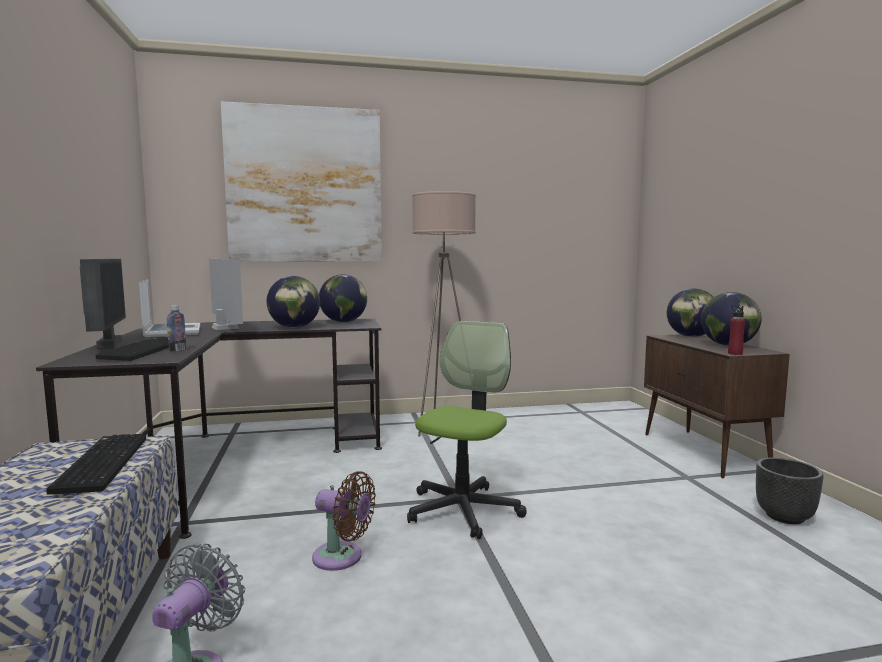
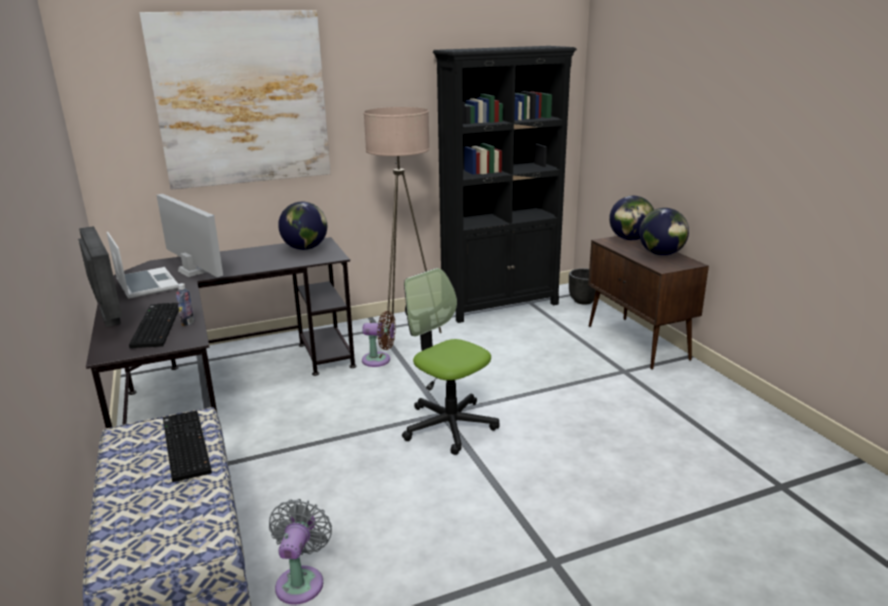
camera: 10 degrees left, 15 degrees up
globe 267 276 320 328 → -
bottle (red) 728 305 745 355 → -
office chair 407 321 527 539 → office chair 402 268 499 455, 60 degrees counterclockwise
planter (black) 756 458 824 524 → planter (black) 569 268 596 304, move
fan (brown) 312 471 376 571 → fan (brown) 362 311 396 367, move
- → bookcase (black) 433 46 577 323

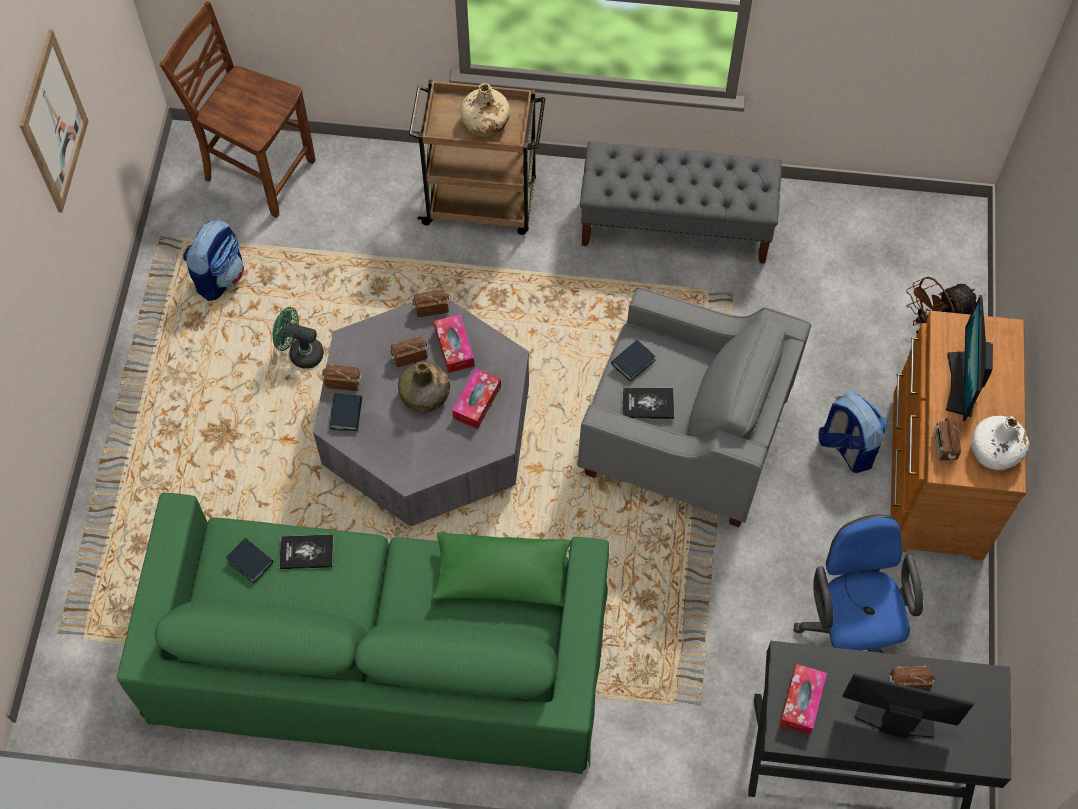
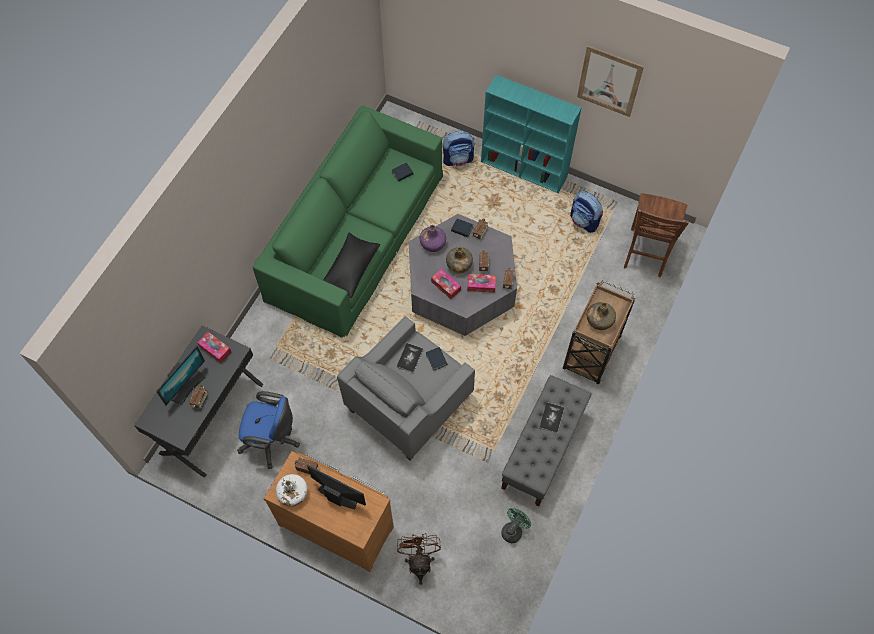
camera: 110 degrees right, 0 degrees up
chair (brown) 160 1 316 218 → chair (brown) 624 193 689 277, 150 degrees clockwise
bottle (beige) 460 83 510 137 → bottle (green) 587 302 616 330
fan (green) 273 307 324 369 → fan (green) 501 508 531 543, move
backpack 818 392 887 473 → backpack 443 131 474 166, move
pillow (green) 432 532 571 607 → pillow (black) 323 232 380 298
book 280 534 333 569 → book 539 402 564 433, move
- → bookcase (turquoise) 481 75 581 193
- → bottle (purple) 420 225 446 252

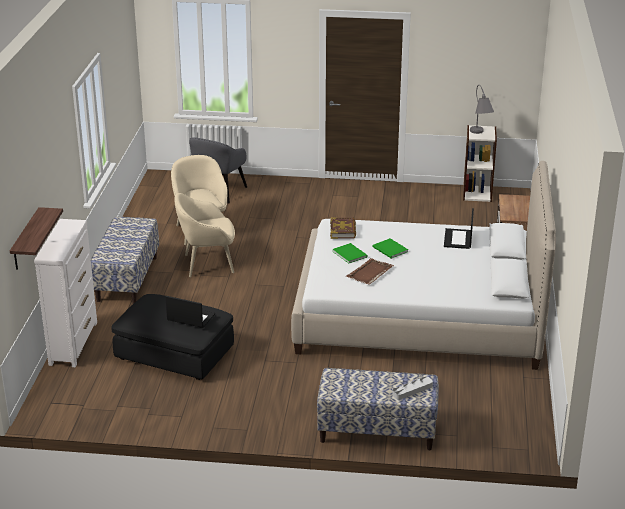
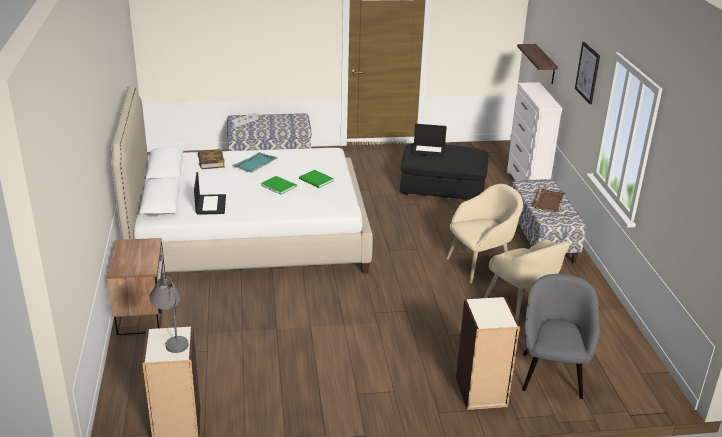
camera: 165 degrees right, 0 degrees up
book 330 218 356 239 → book 198 149 225 169, move
tray (brown) 346 258 394 285 → tray (brown) 532 188 565 213, move
- → picture 575 42 600 104
- → tray (turquoise) 232 152 277 173
- → bookcase 456 297 520 410

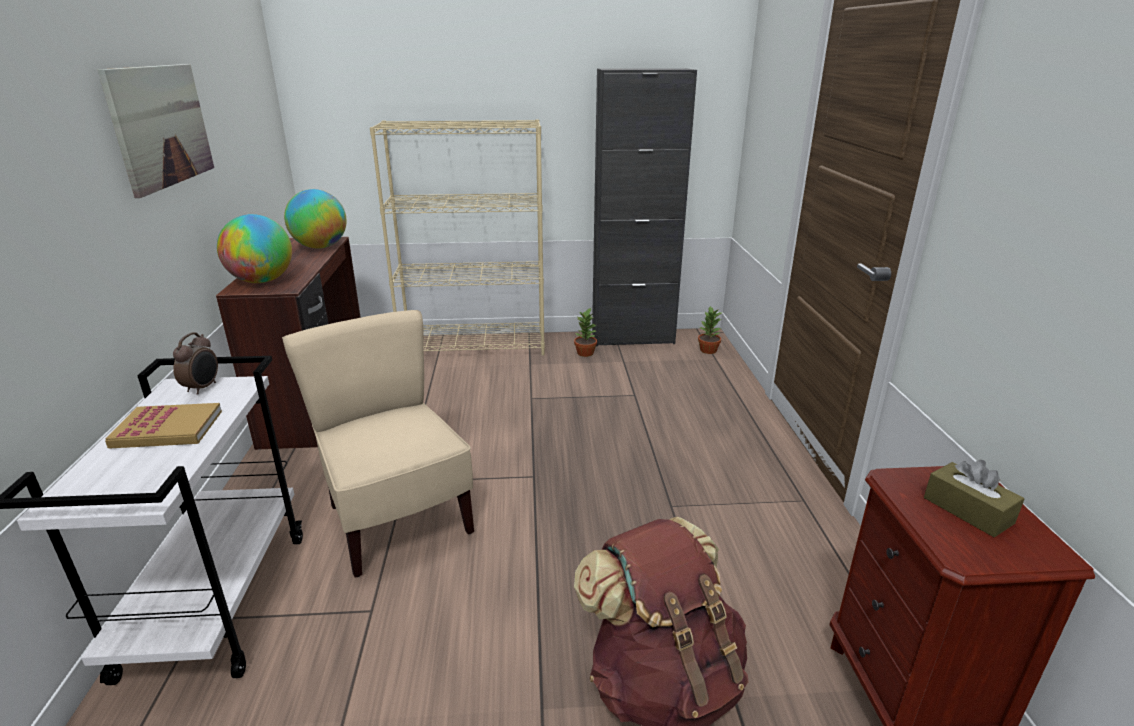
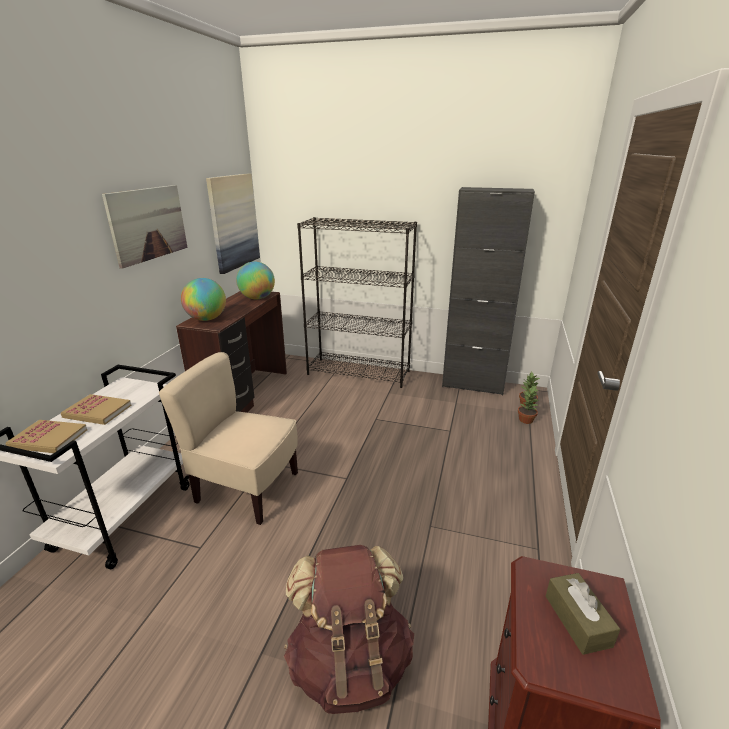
camera: 20 degrees right, 0 degrees up
bookcase (beige) 370 119 545 356 → bookcase (black) 297 217 417 388
potted plant 574 308 597 357 → potted plant 518 386 540 424, move
chair (beige) 282 310 474 578 → chair (beige) 159 352 298 525, 60 degrees counterclockwise
alarm clock 173 332 218 395 → -
- → picture 206 174 260 274
- → book 6 420 87 453

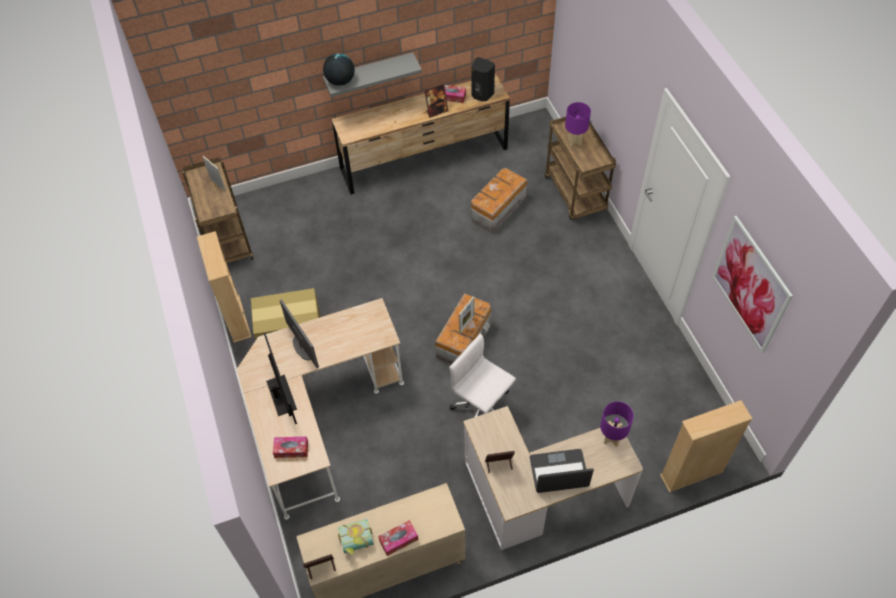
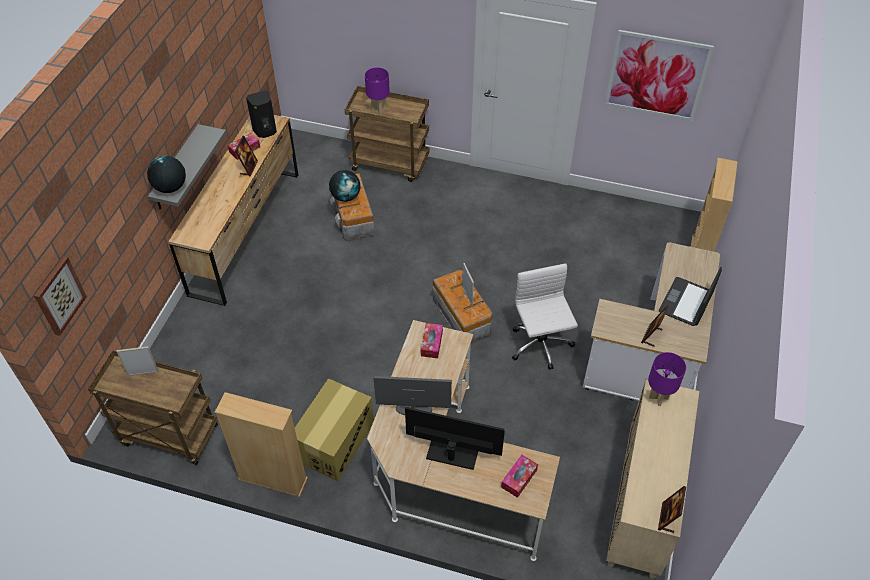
camera: 55 degrees left, 5 degrees down
office chair (white) 449 333 516 417 → office chair (white) 512 264 578 370, 90 degrees clockwise
table lamp (purple) 600 401 634 447 → table lamp (purple) 648 352 686 406, move
book 338 519 374 554 → -
tissue box 378 520 419 556 → tissue box 421 323 443 358, move
- → globe 329 170 360 202
- → picture 34 256 87 336

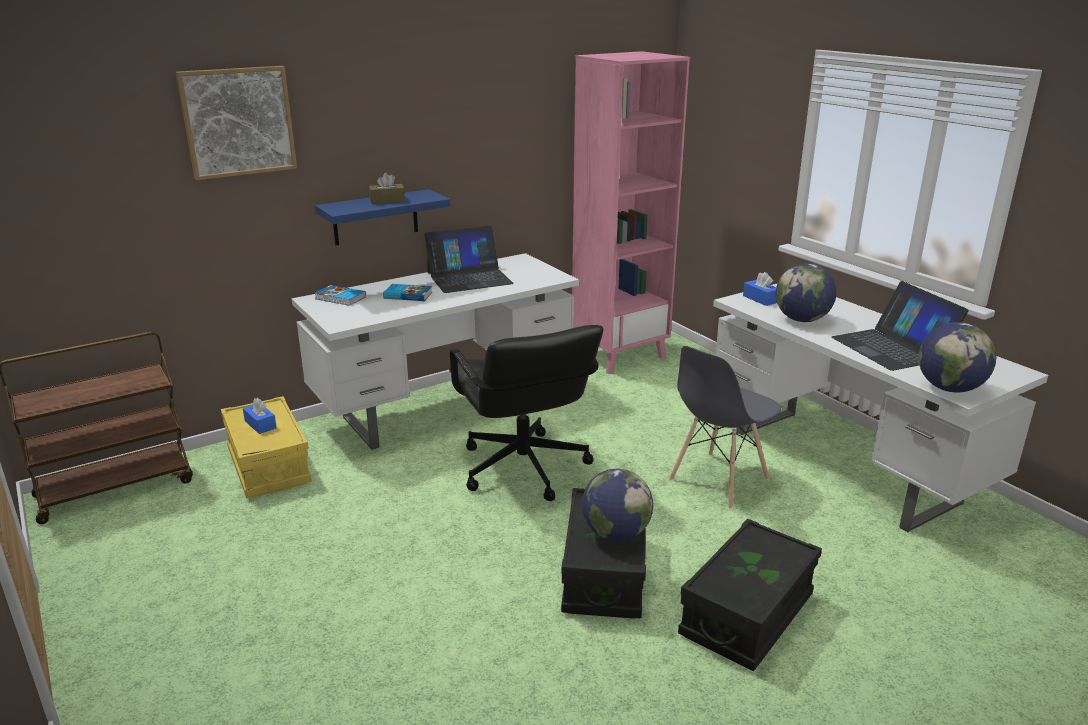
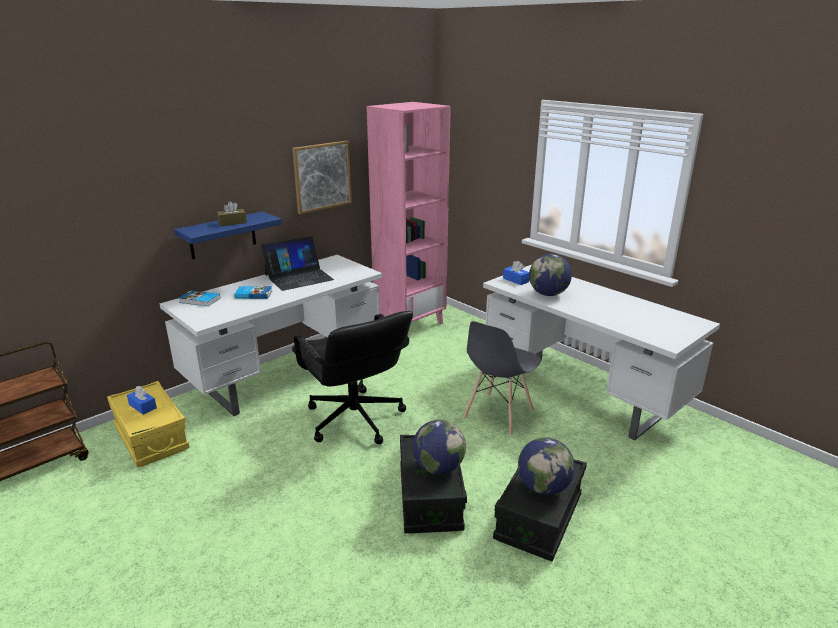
camera: 10 degrees left, 0 degrees up
picture 176 66 297 180 → picture 292 141 352 214, move
laptop 831 281 969 371 → -
globe 919 322 996 393 → globe 518 437 575 495, move

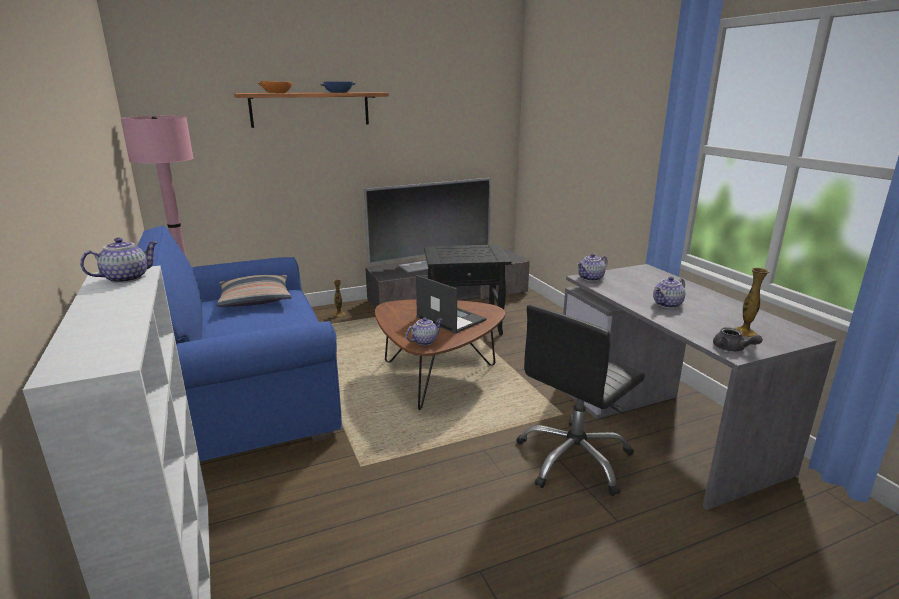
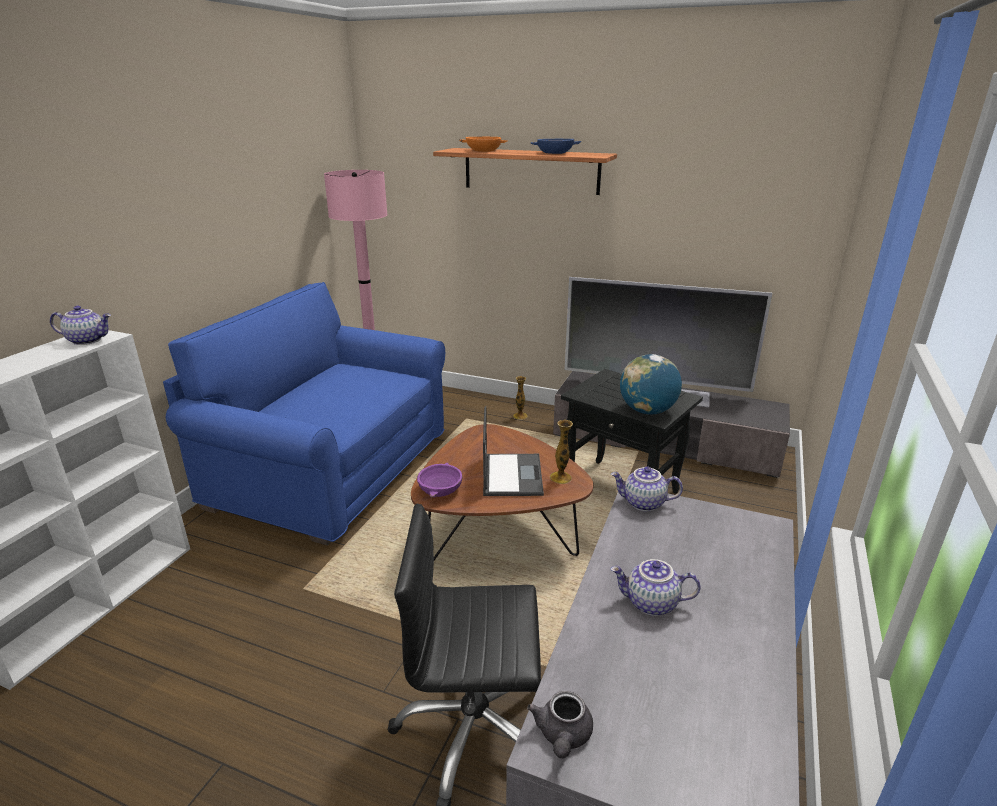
camera: 45 degrees right, 5 degrees up
vase 735 268 770 337 → vase 550 420 573 484, move
pillow 217 275 292 307 → -
teapot 406 318 443 346 → bowl (purple) 417 463 462 497
- → globe 620 354 682 414

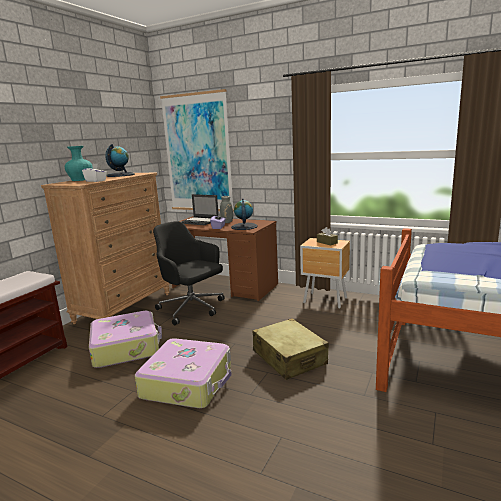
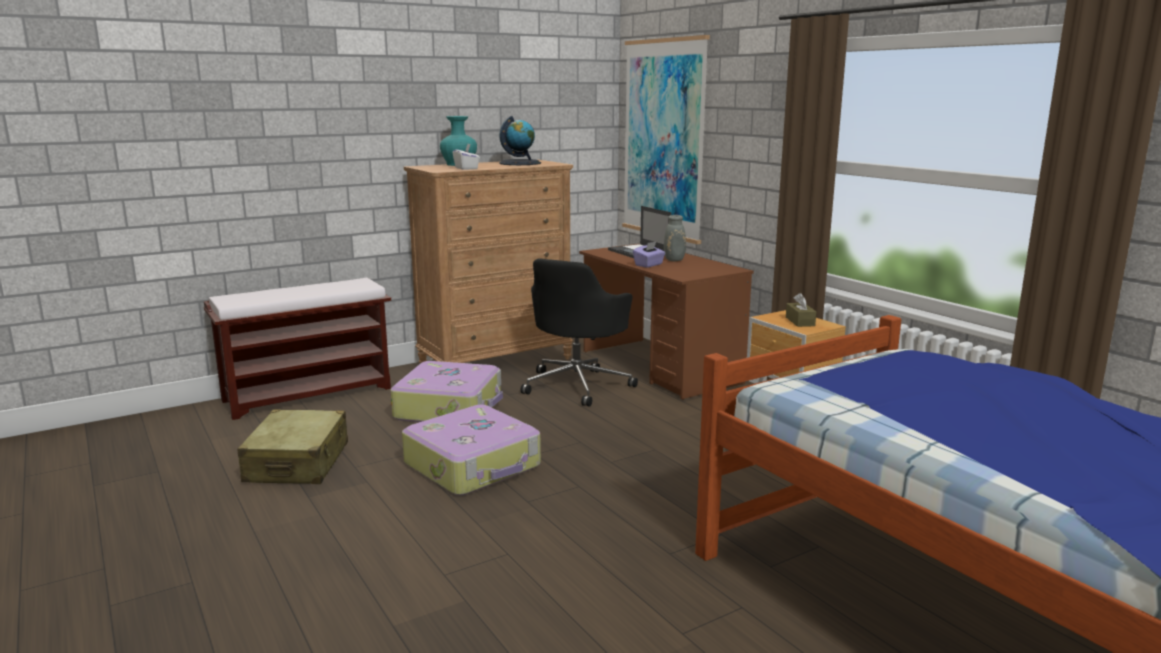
camera: 30 degrees right, 0 degrees up
globe 231 199 258 230 → -
office chair (black) 153 221 224 325 → office chair (black) 520 258 638 407, 135 degrees counterclockwise
suitcase (beige) 252 318 329 380 → suitcase (beige) 238 409 348 484, move

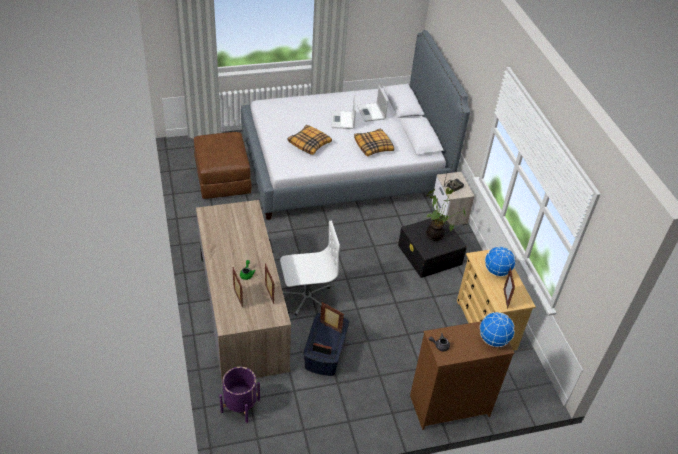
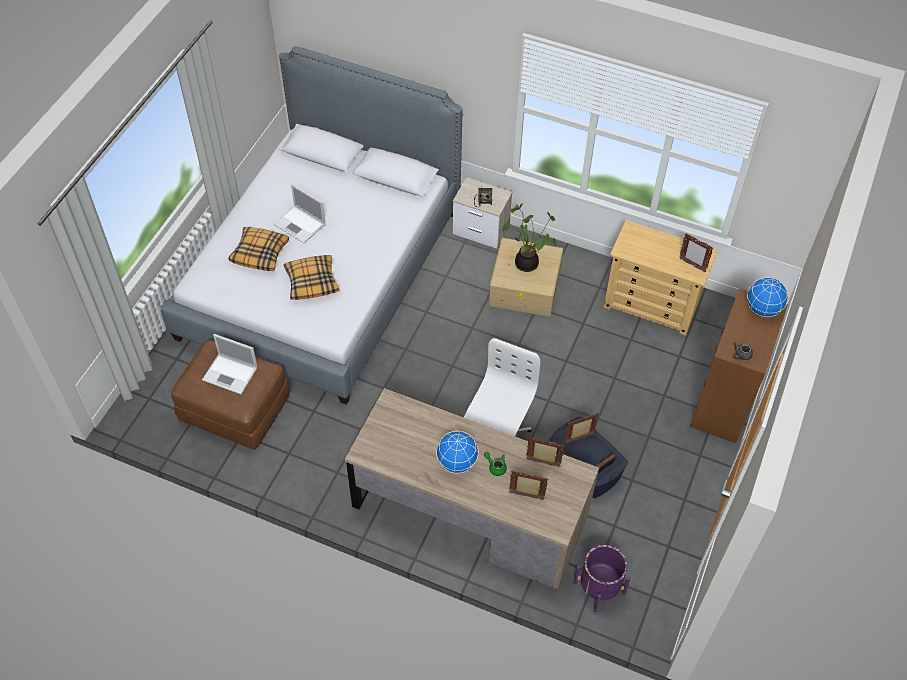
camera: 50 degrees left, 10 degrees up
laptop 357 85 388 122 → laptop 202 334 258 394, move
pillow 354 129 394 156 → pillow 228 227 289 271, move
storage box (black) 398 215 467 278 → storage box (beige) 489 238 563 317
globe 485 247 516 276 → globe 436 431 479 474, move

